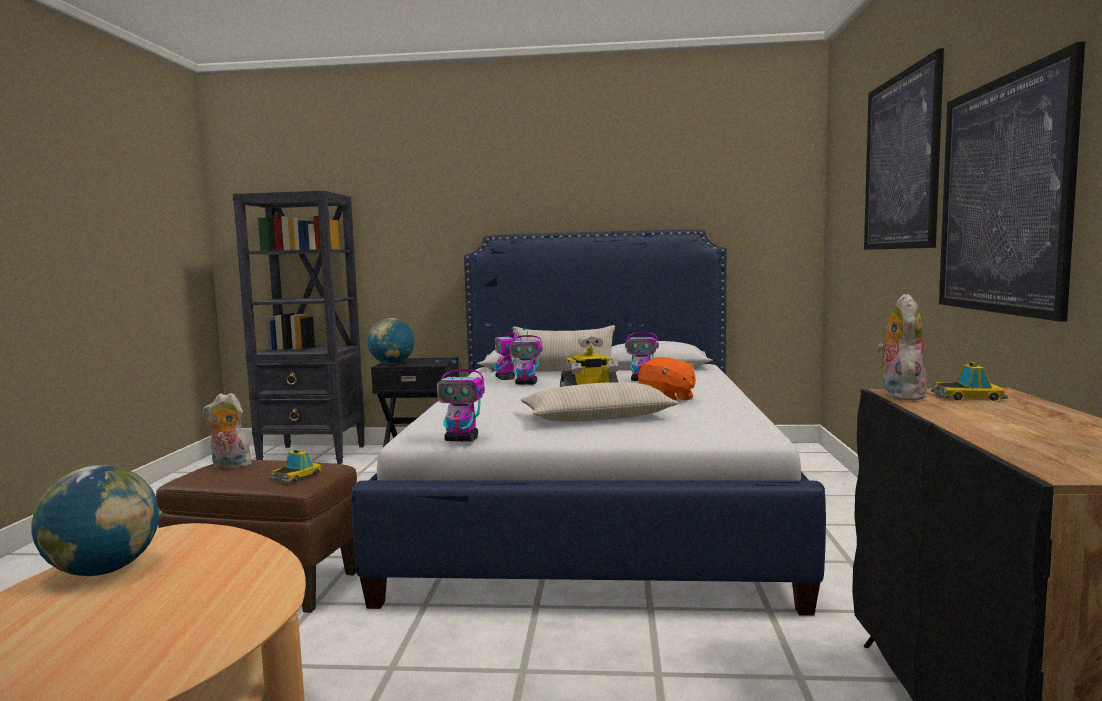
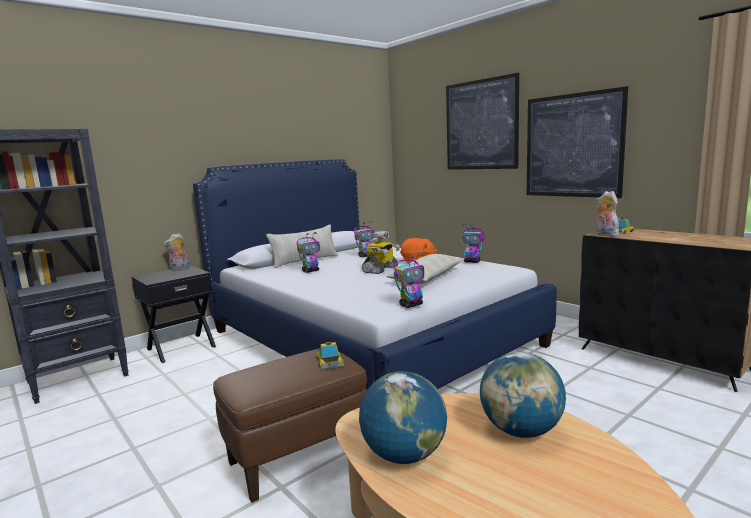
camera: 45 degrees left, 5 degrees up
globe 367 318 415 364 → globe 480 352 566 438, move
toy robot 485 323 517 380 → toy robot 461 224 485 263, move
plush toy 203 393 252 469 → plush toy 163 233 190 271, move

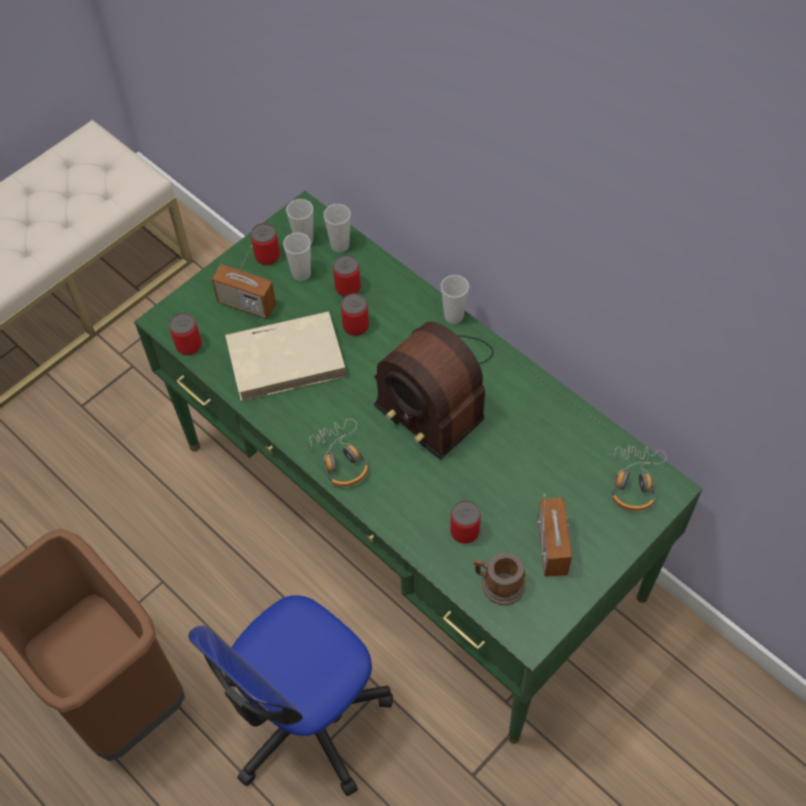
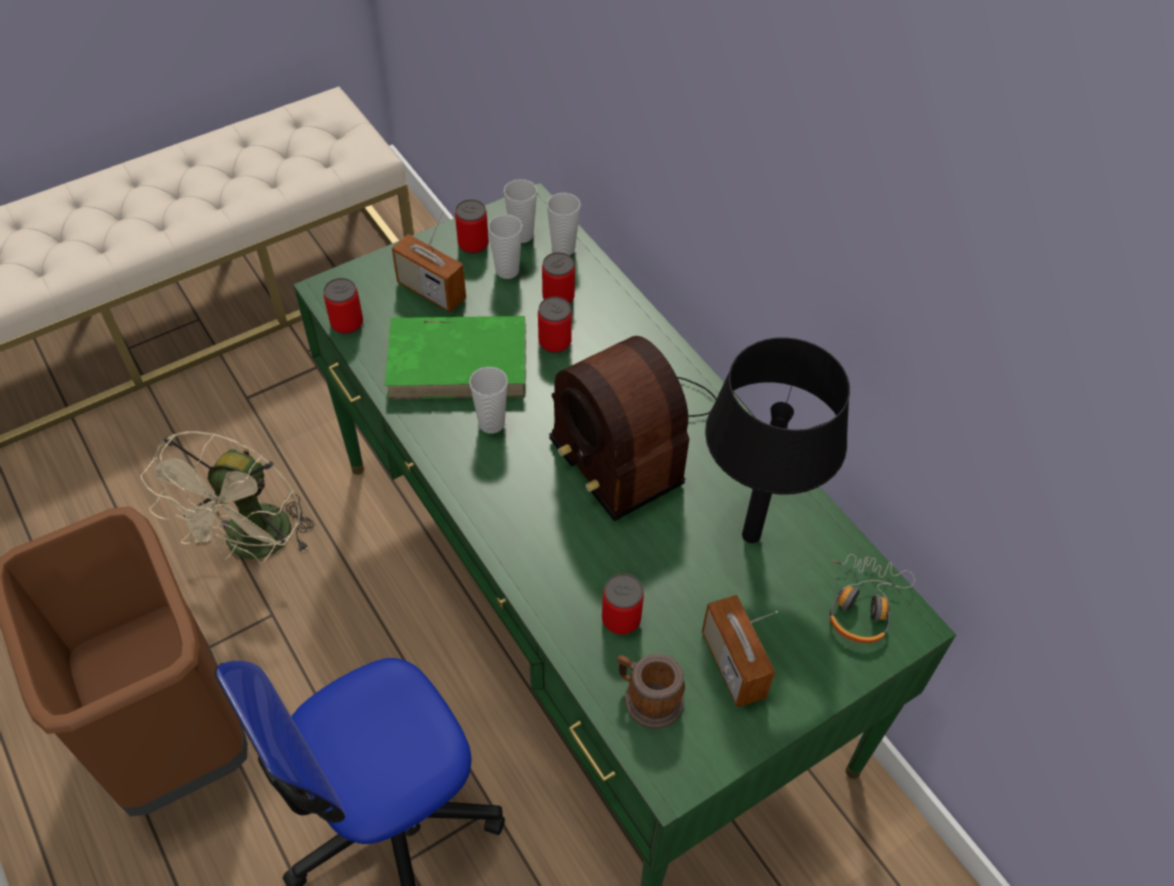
camera: 10 degrees right, 5 degrees down
cup 441 275 469 324 → cup 469 367 508 434, move
book (beige) 225 311 346 402 → book (green) 385 316 526 400
headphones 304 419 368 486 → -
radio 537 494 572 577 → radio 702 595 778 708, 150 degrees clockwise
- → table lamp (black) 705 337 850 543
- → fan (beige) 141 431 314 563

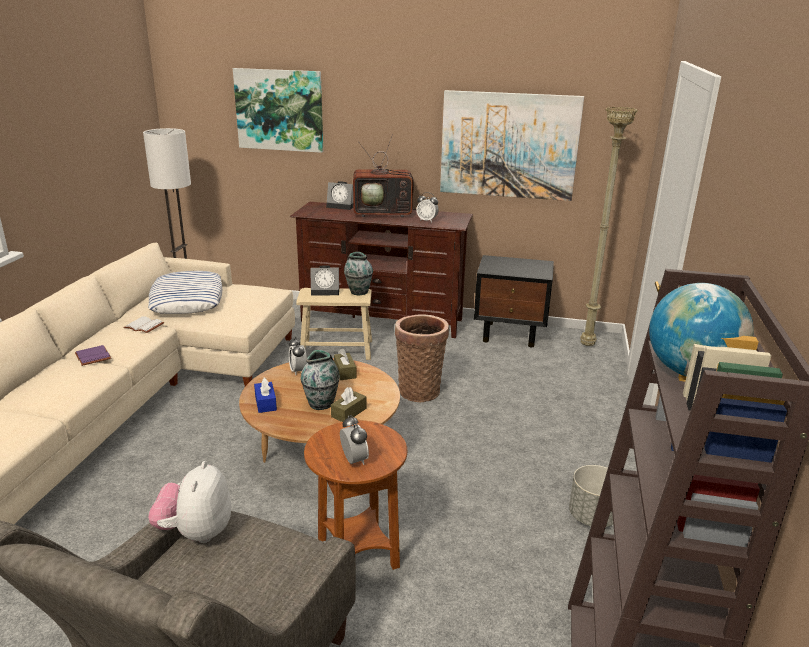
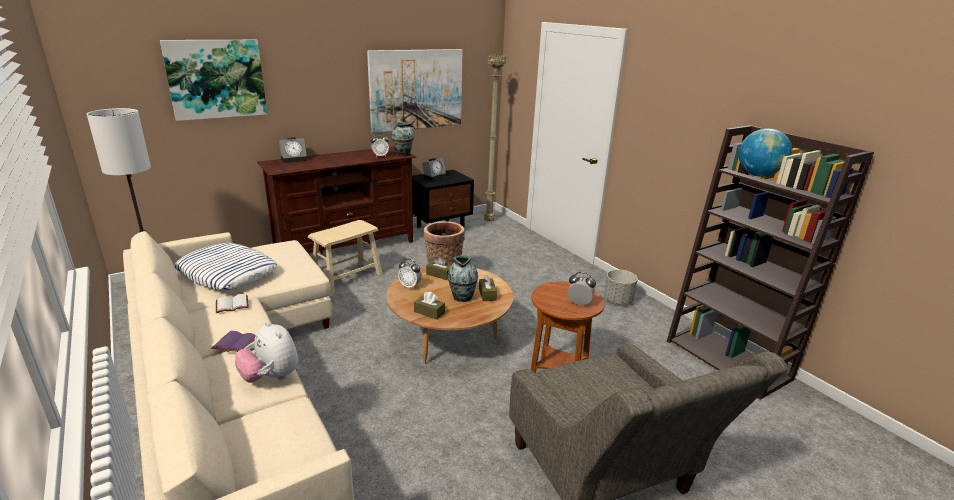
camera: 45 degrees left, 0 degrees up
television 353 134 417 217 → -
vase 344 252 373 295 → vase 391 122 414 156, move
alarm clock 310 266 339 296 → alarm clock 422 158 447 181, move
tissue box (blue) 254 378 277 413 → tissue box (brown) 414 291 445 320
plush toy 148 461 231 543 → plush toy 235 321 299 383, move

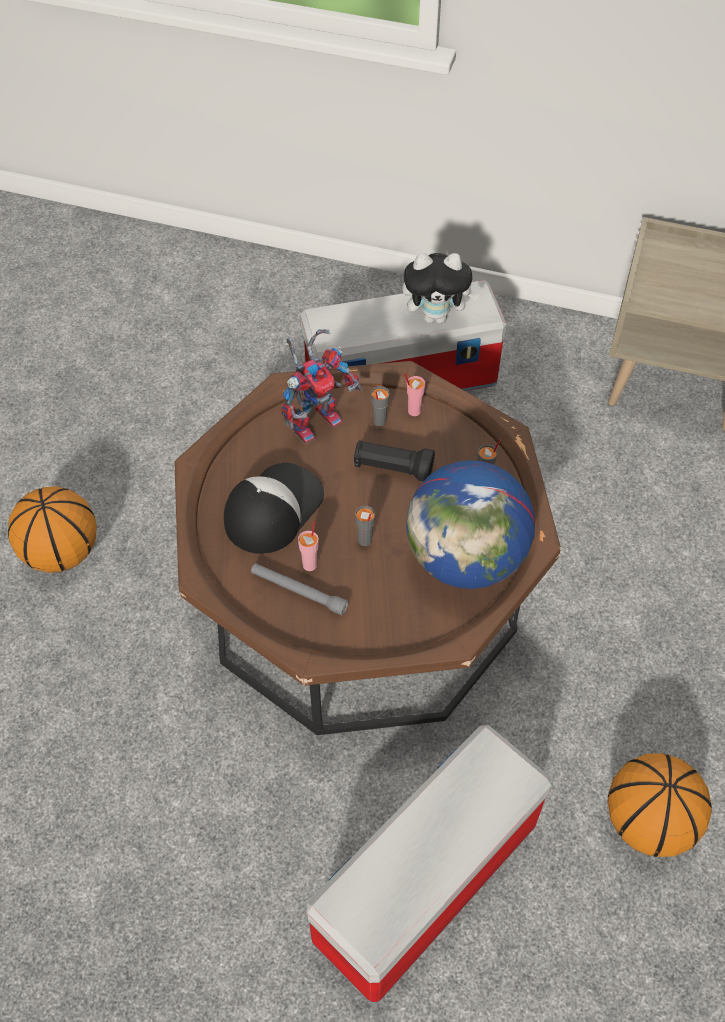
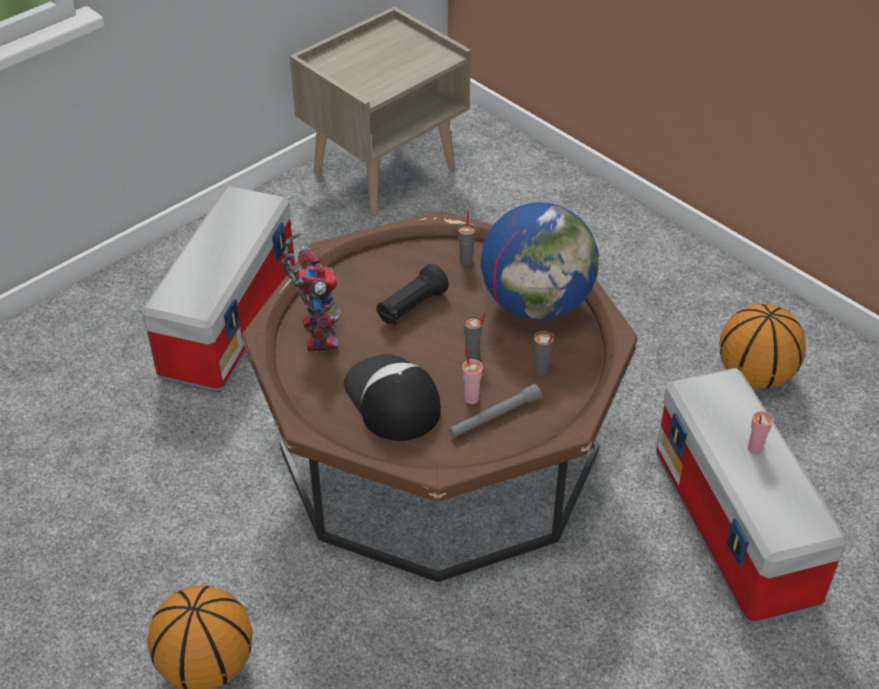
camera: 60 degrees left, 10 degrees down
plush toy 402 253 480 324 → -
cup (pink) 404 373 425 416 → cup (pink) 748 411 773 454, move
cup (grey) 371 386 390 426 → cup (grey) 534 331 554 375, move

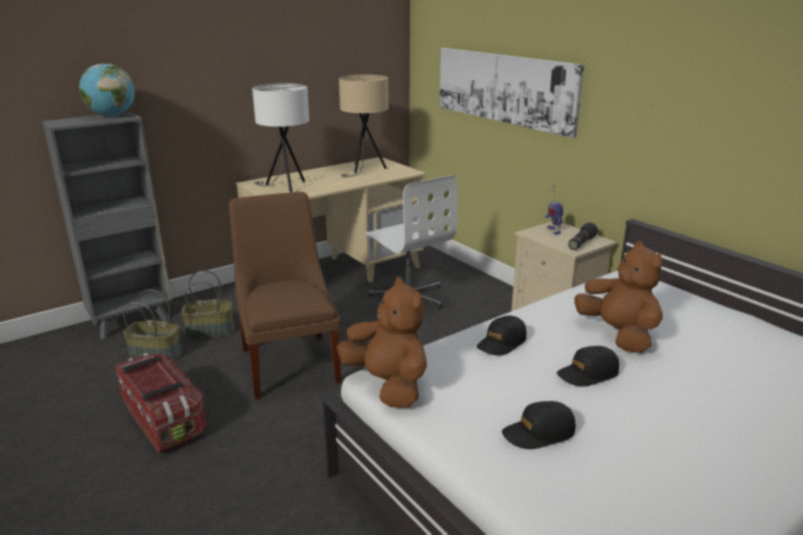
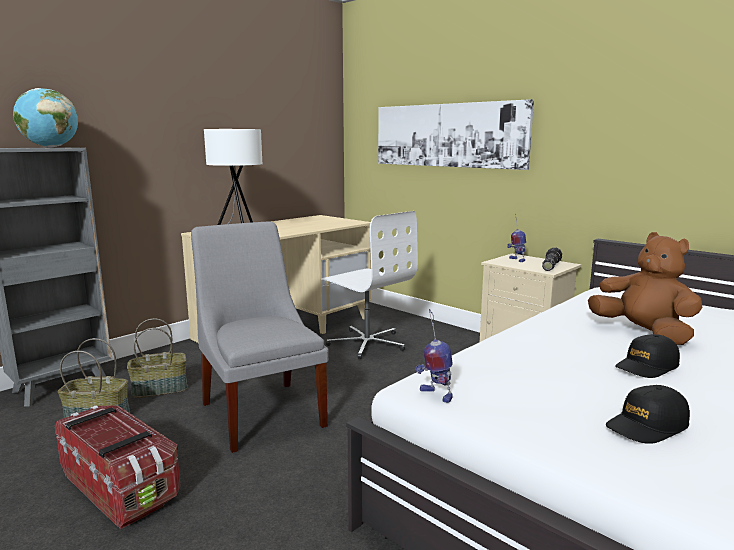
camera: 10 degrees left, 10 degrees down
table lamp (beige) 339 75 389 177 → -
chair (brown) 229 192 341 399 → chair (grey) 191 221 329 453
plush toy (brown) 337 277 427 407 → toy robot 416 309 453 403
cap (black) 477 315 526 356 → -

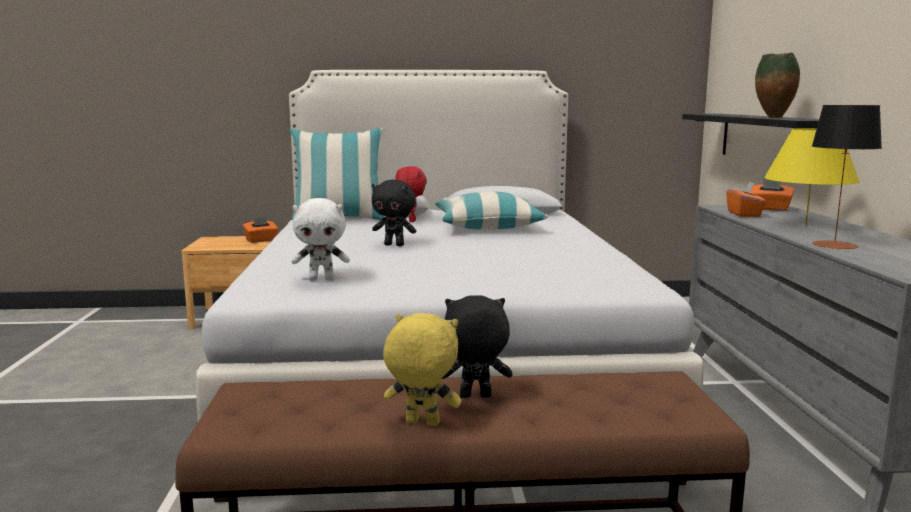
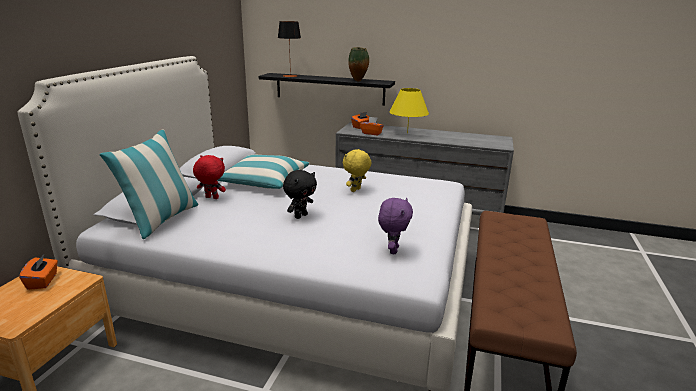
camera: 70 degrees left, 10 degrees up
table lamp 812 105 882 249 → table lamp 278 21 301 77, move
plush toy (white) 291 198 350 281 → plush toy (purple) 378 198 413 254
plush toy (black) 441 295 512 398 → -
plush toy (yellow) 383 313 461 426 → plush toy (yellow) 343 149 372 192, move

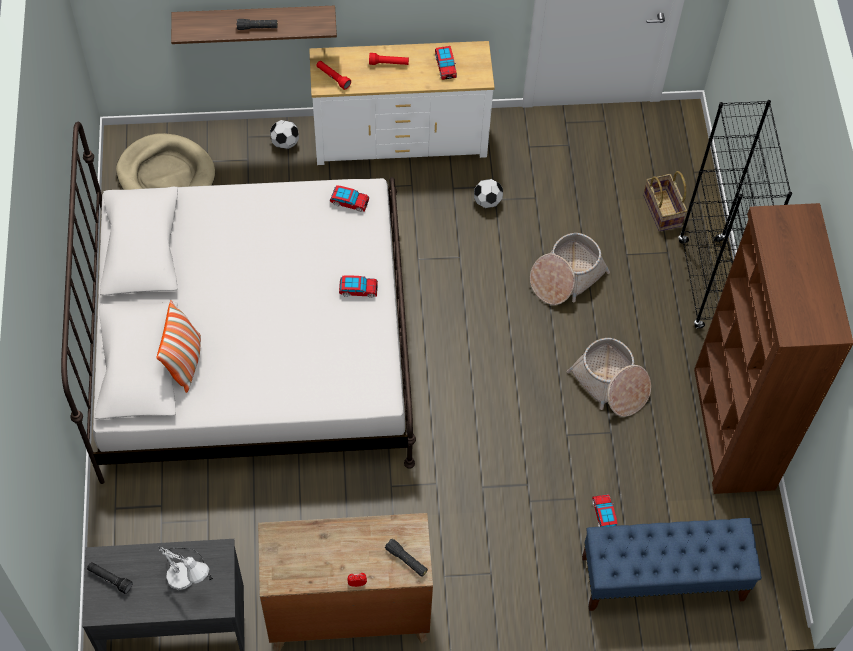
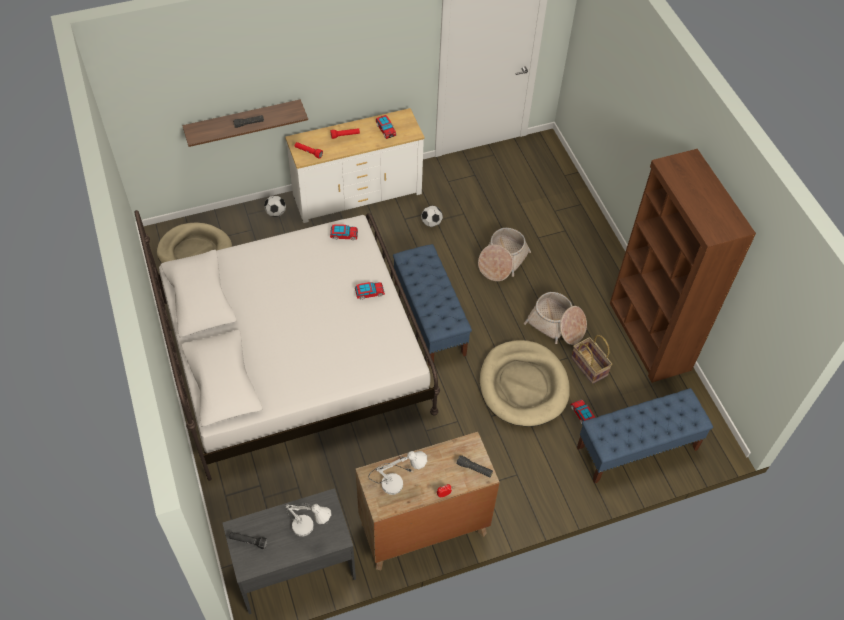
camera: 15 degrees left, 5 degrees down
bookcase (black) 678 100 792 328 → -
basket 643 171 687 231 → basket 571 335 612 384, move
pillow 156 300 201 393 → -
- → bench (blue) 393 244 472 366
- → dog bed (beige) 480 340 570 427
- → table lamp (white) 368 451 427 495

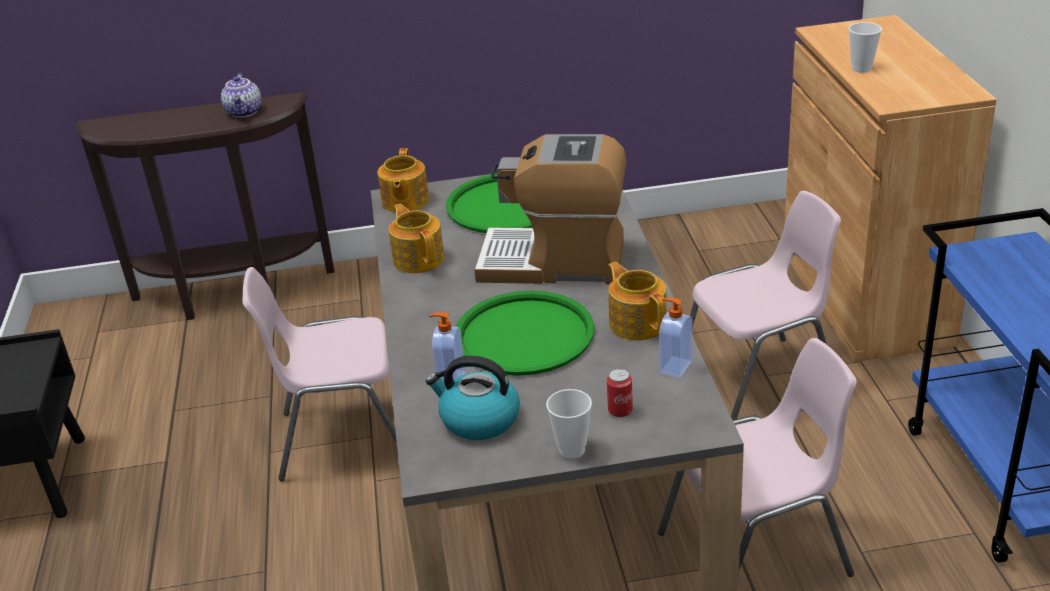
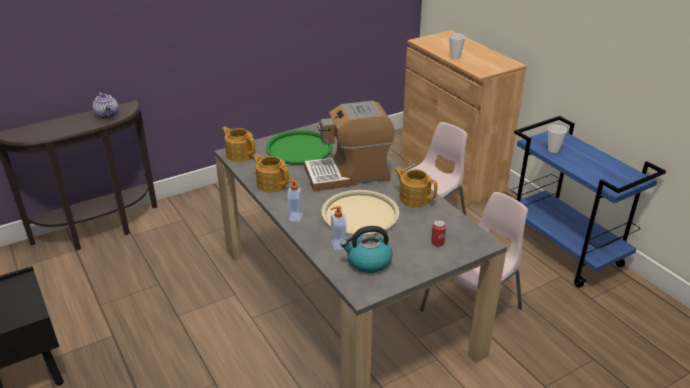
camera: 25 degrees left, 0 degrees up
teapot 377 148 429 212 → teapot 222 126 256 162, 150 degrees clockwise
chair (pink) 242 267 397 481 → -
tray (green) 456 291 595 376 → tray (beige) 322 190 400 236
soap dispenser 659 297 692 378 → soap dispenser 287 180 303 222, move
cup 546 389 592 459 → cup 548 125 567 153, move

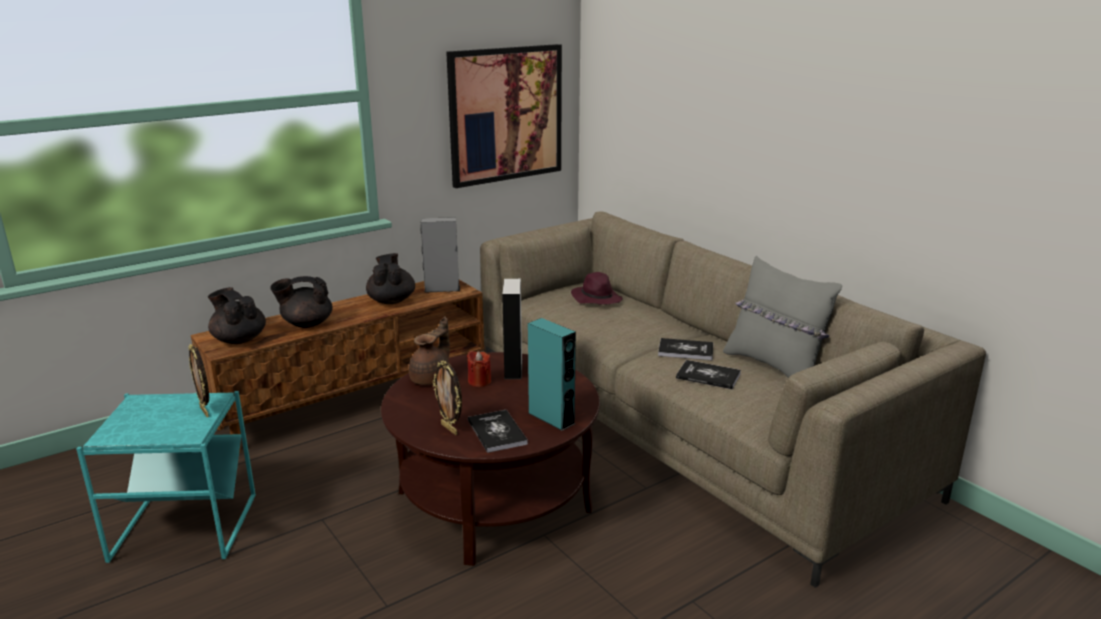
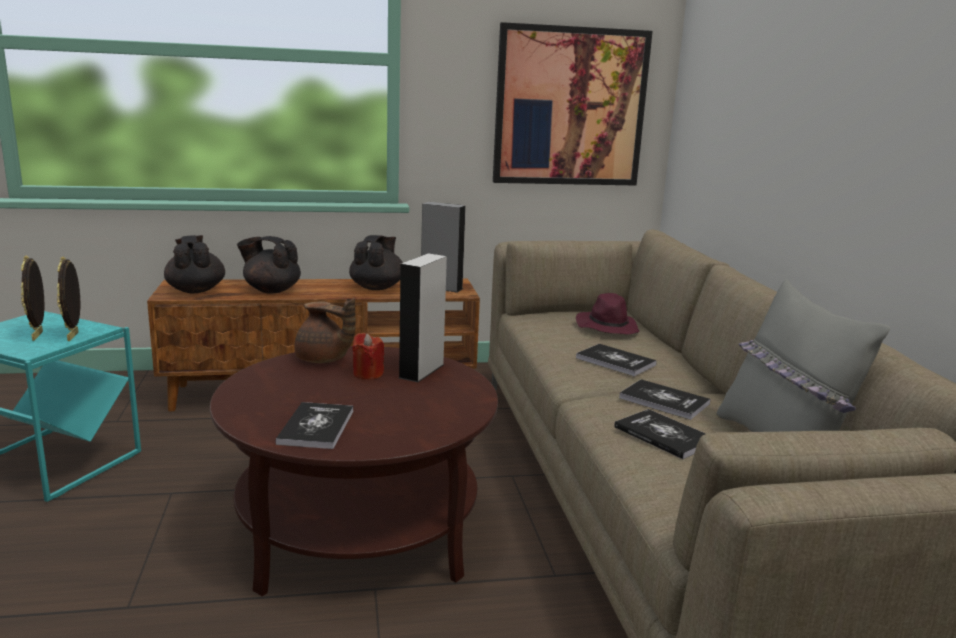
camera: 25 degrees right, 5 degrees down
teapot (brown) 409 316 450 385 → teapot (brown) 294 298 356 363, 60 degrees clockwise
speaker (turquoise) 528 318 576 431 → -
picture frame 433 360 462 435 → picture frame 21 255 45 341, move
- → book 576 344 657 376

